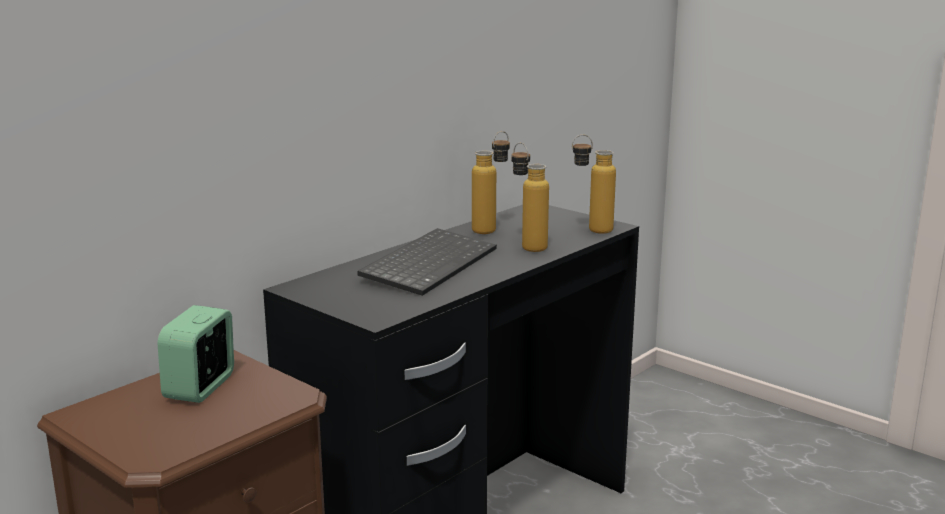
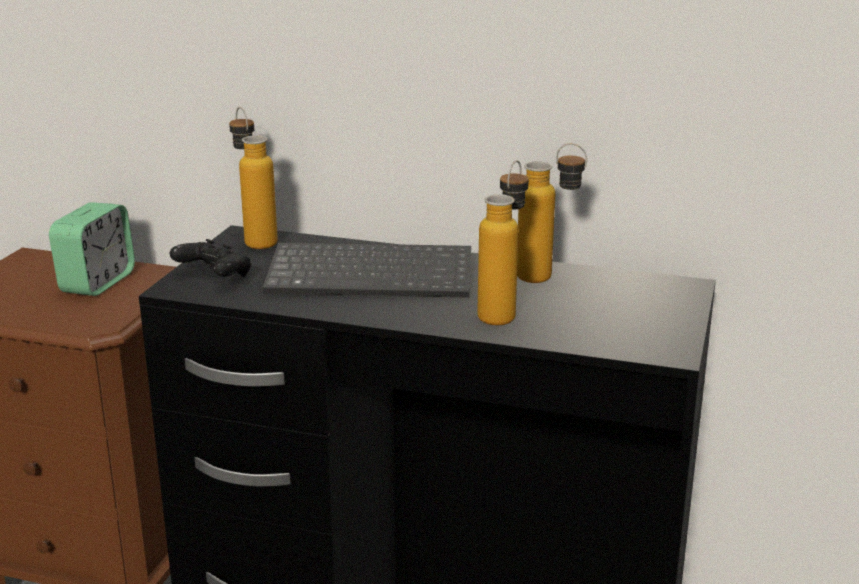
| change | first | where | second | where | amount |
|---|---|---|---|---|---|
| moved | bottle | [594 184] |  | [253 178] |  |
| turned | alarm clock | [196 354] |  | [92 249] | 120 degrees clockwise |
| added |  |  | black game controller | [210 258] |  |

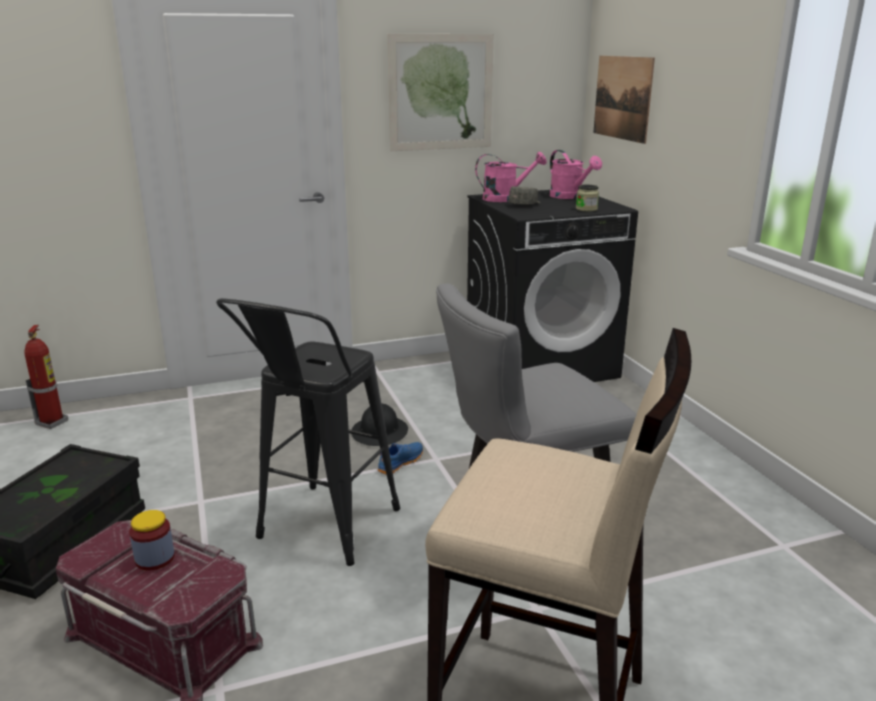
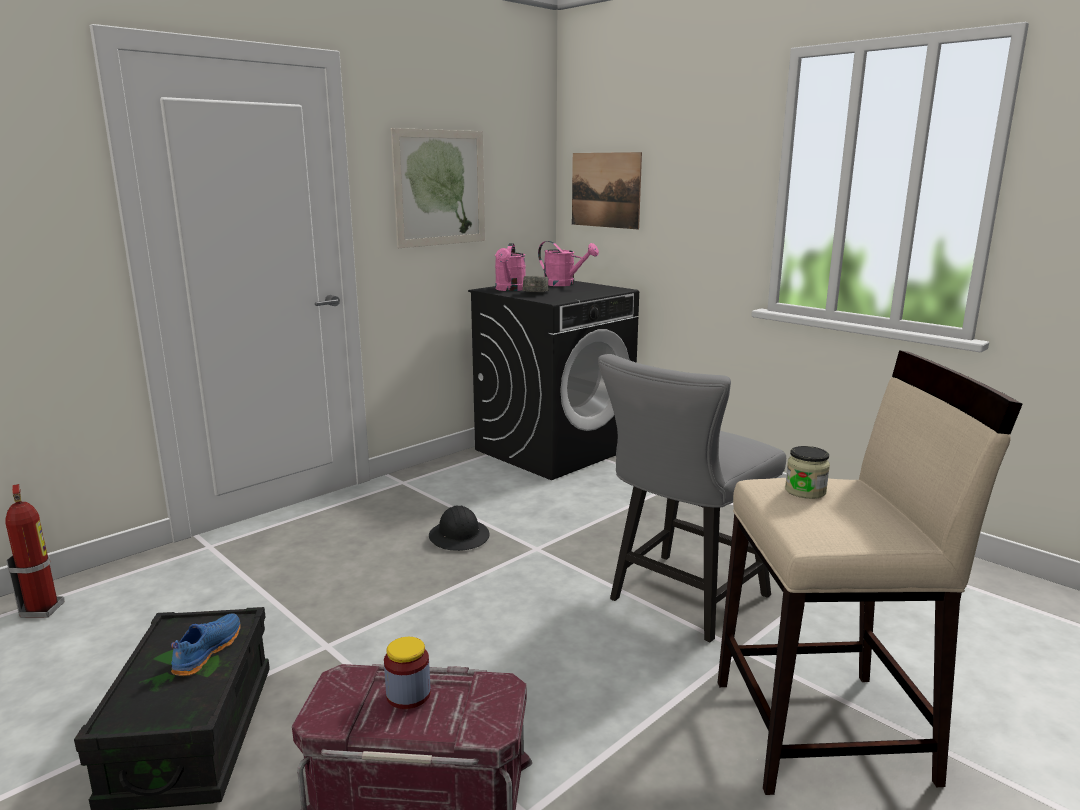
| change | first | where | second | where | amount |
|---|---|---|---|---|---|
| turned | pink watering can | [511 177] |  | [510 267] | 135 degrees clockwise |
| moved | jar | [587 198] |  | [807 472] |  |
| removed | black stool | [308 432] |  |  |  |
| moved | blue shoe | [400 458] |  | [205 644] |  |

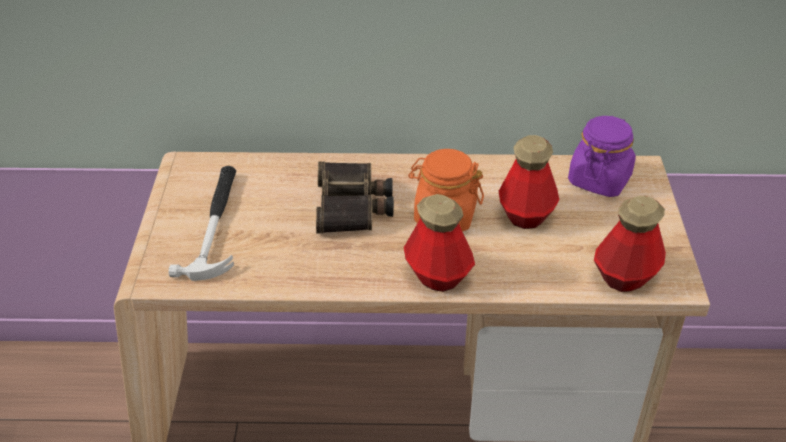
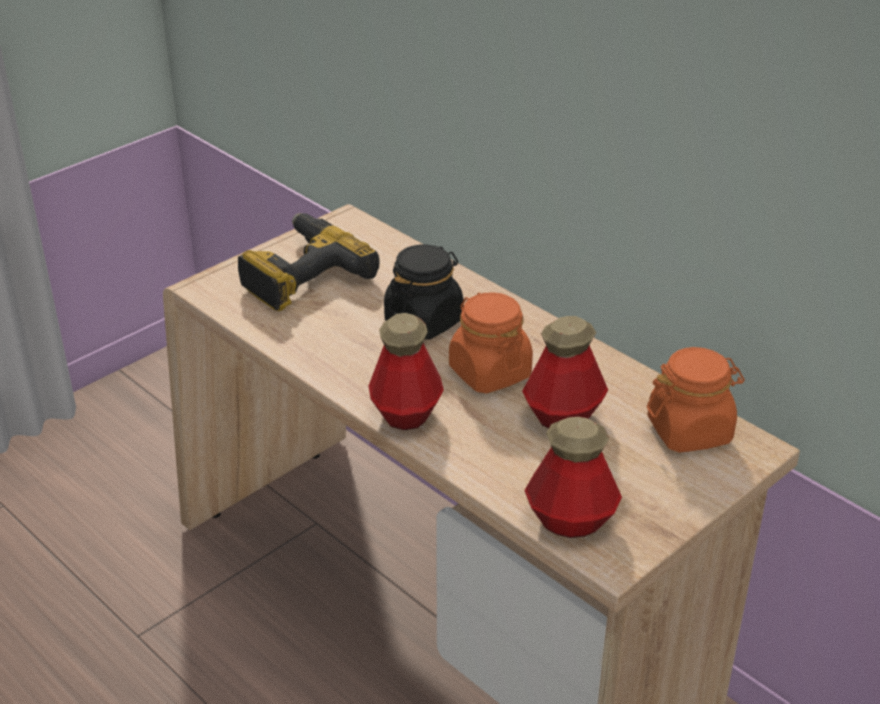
| change | first | where | second | where | amount |
|---|---|---|---|---|---|
| recoloured | purple jar | [602 156] | orange jar | [696 400] |  |
| replaced | binoculars | [355 197] | black jar | [424 292] |  |
| replaced | hammer | [202 223] | power drill | [309 262] |  |

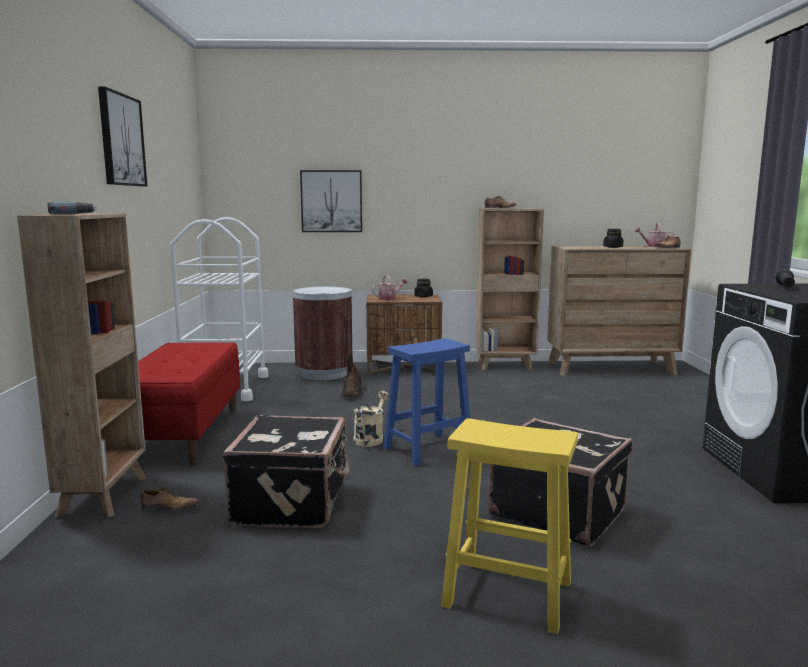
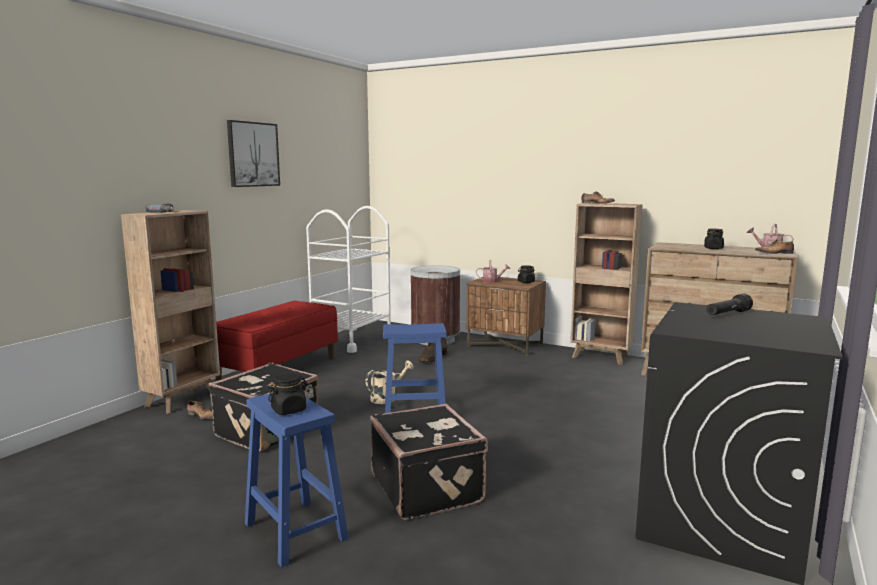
| change | first | where | second | where | amount |
|---|---|---|---|---|---|
| removed | picture | [331 201] |  |  |  |
| recoloured | yellow stool | [509 526] | blue stool | [297 480] |  |
| added |  |  | black jar | [288 394] |  |

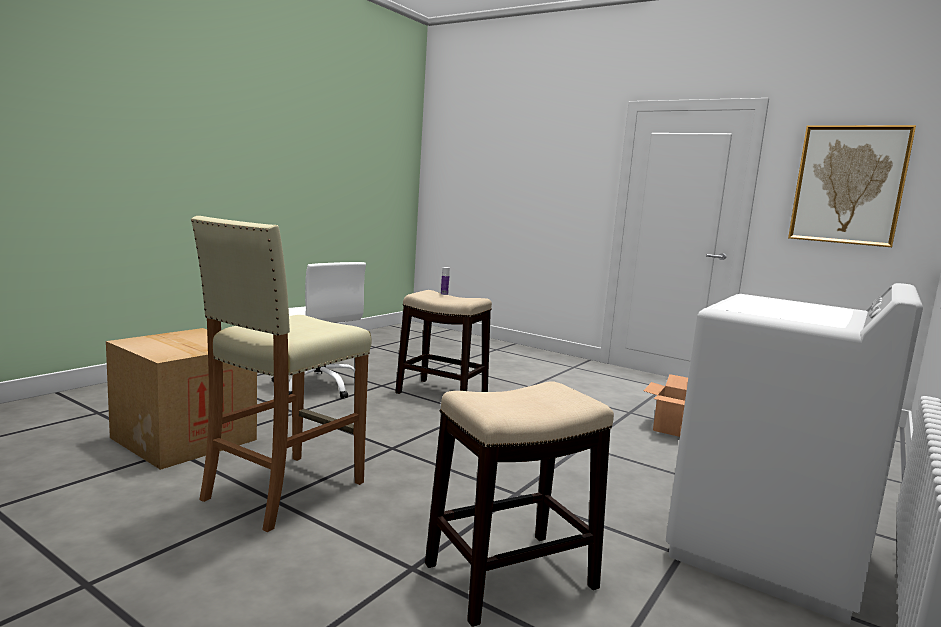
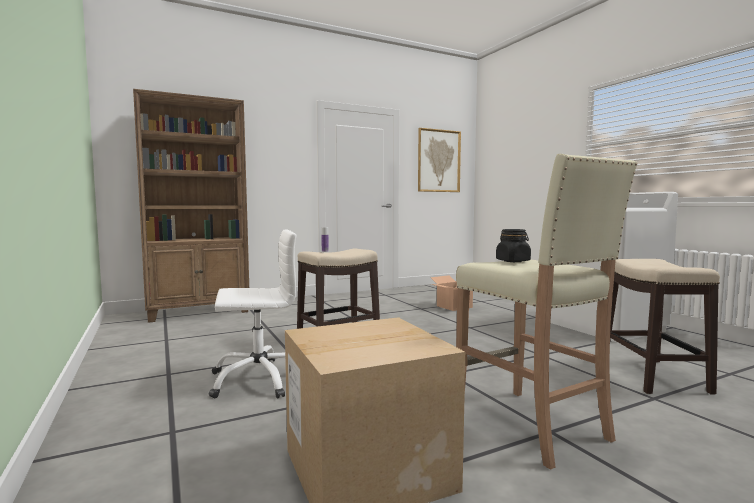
| change | first | where | second | where | amount |
|---|---|---|---|---|---|
| added |  |  | brown bookcase | [191 206] |  |
| added |  |  | black jar | [513 245] |  |

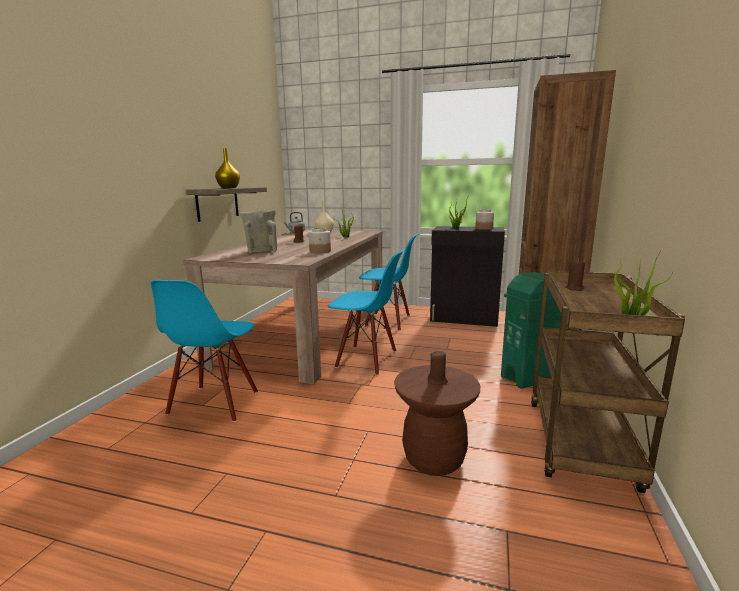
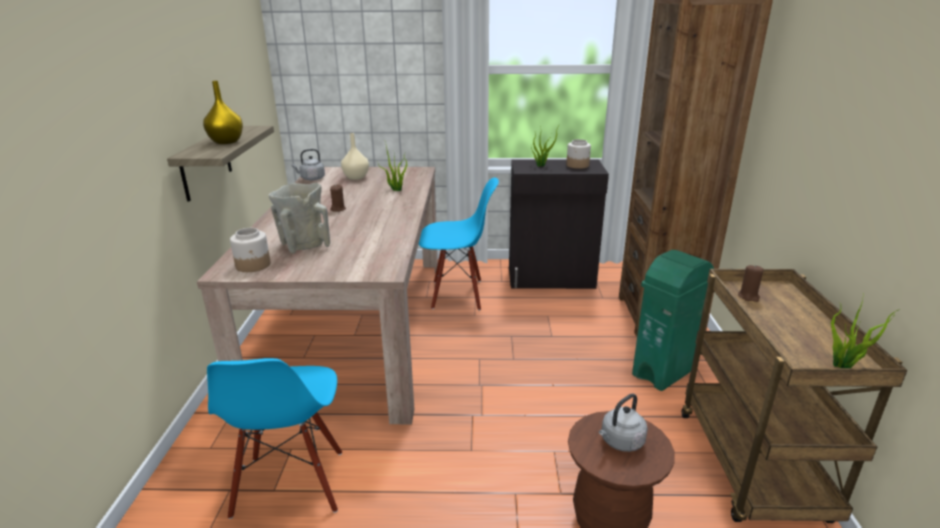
| change | first | where | second | where | amount |
|---|---|---|---|---|---|
| moved | jar | [320 240] |  | [250 250] |  |
| removed | blue chair | [366 312] |  |  |  |
| replaced | brown candle | [438 368] | grey kettle | [623 422] |  |

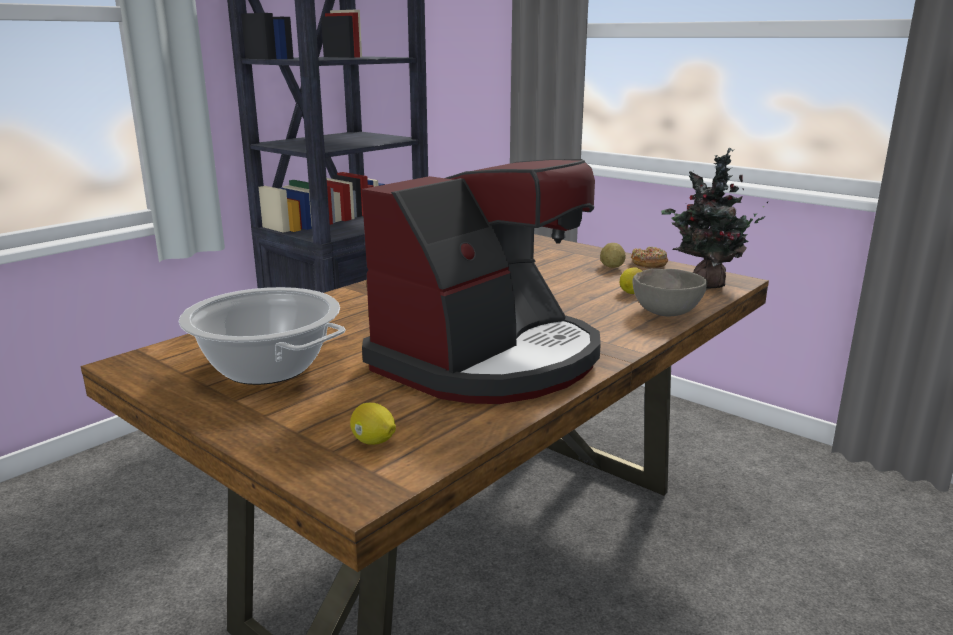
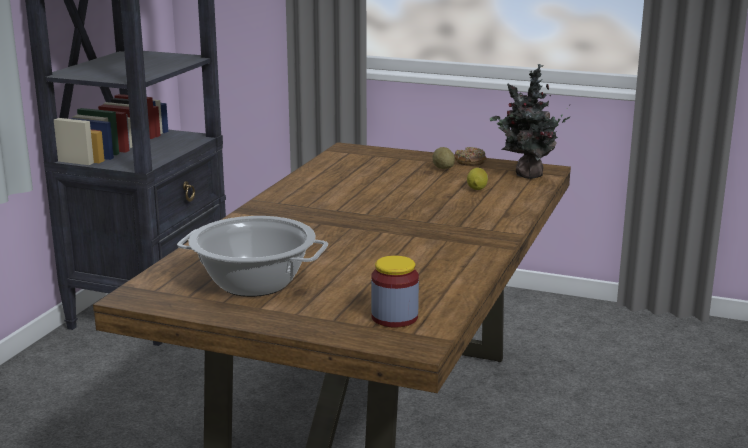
| change | first | where | second | where | amount |
|---|---|---|---|---|---|
| removed | coffee machine | [481 281] |  |  |  |
| removed | grey bowl | [669 292] |  |  |  |
| replaced | lemon | [373 424] | jar | [395 292] |  |

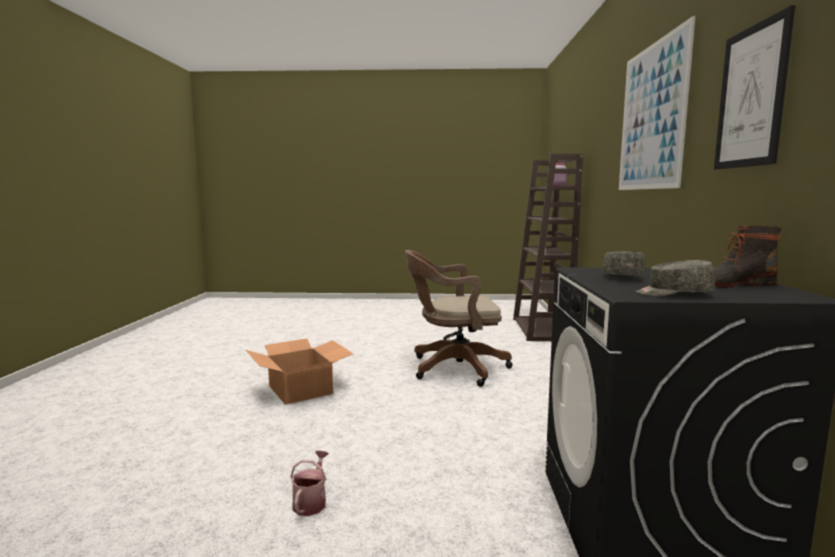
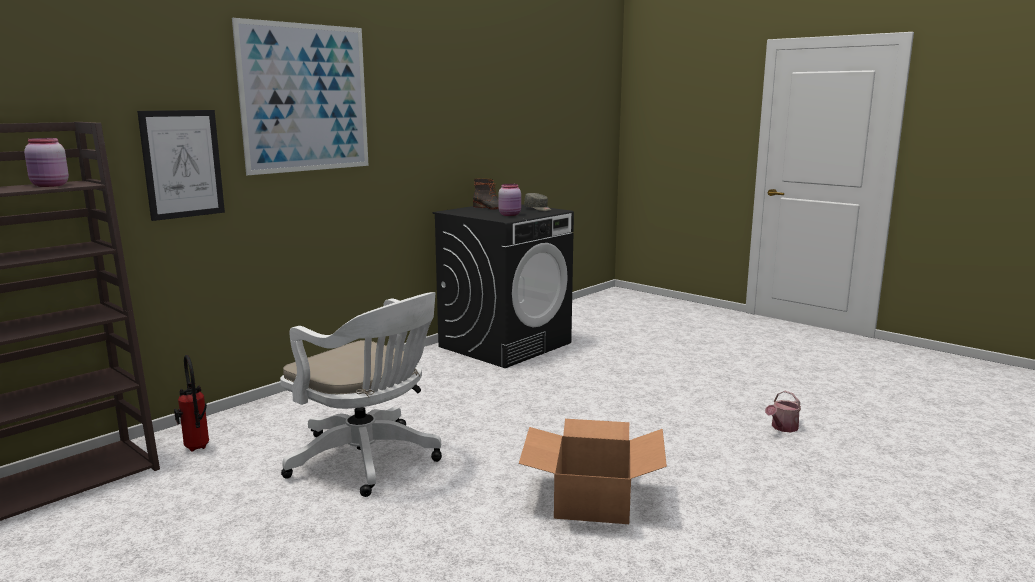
| change | first | where | second | where | amount |
|---|---|---|---|---|---|
| moved | picture | [754 87] |  | [181 165] |  |
| recoloured | brown office chair | [459 318] | white office chair | [361 394] |  |
| replaced | grey cap | [623 263] | pink jar | [509 200] |  |
| moved | watering can | [309 483] |  | [783 411] |  |
| added |  |  | fire extinguisher | [191 403] |  |

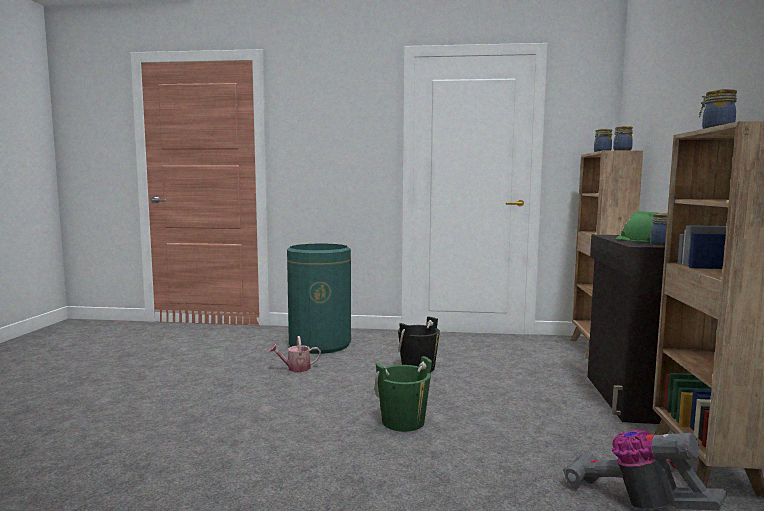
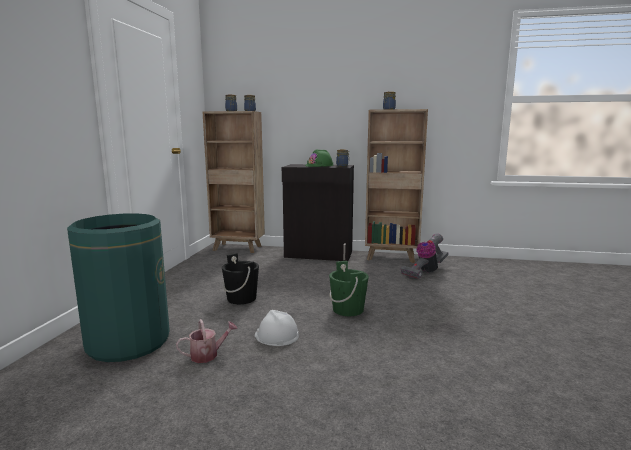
| change | first | where | second | where | amount |
|---|---|---|---|---|---|
| turned | watering can | [294 354] |  | [207 341] | 105 degrees counterclockwise |
| added |  |  | white hard hat | [277 328] |  |

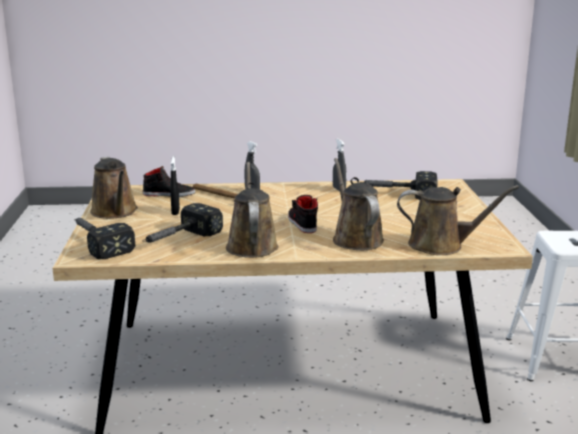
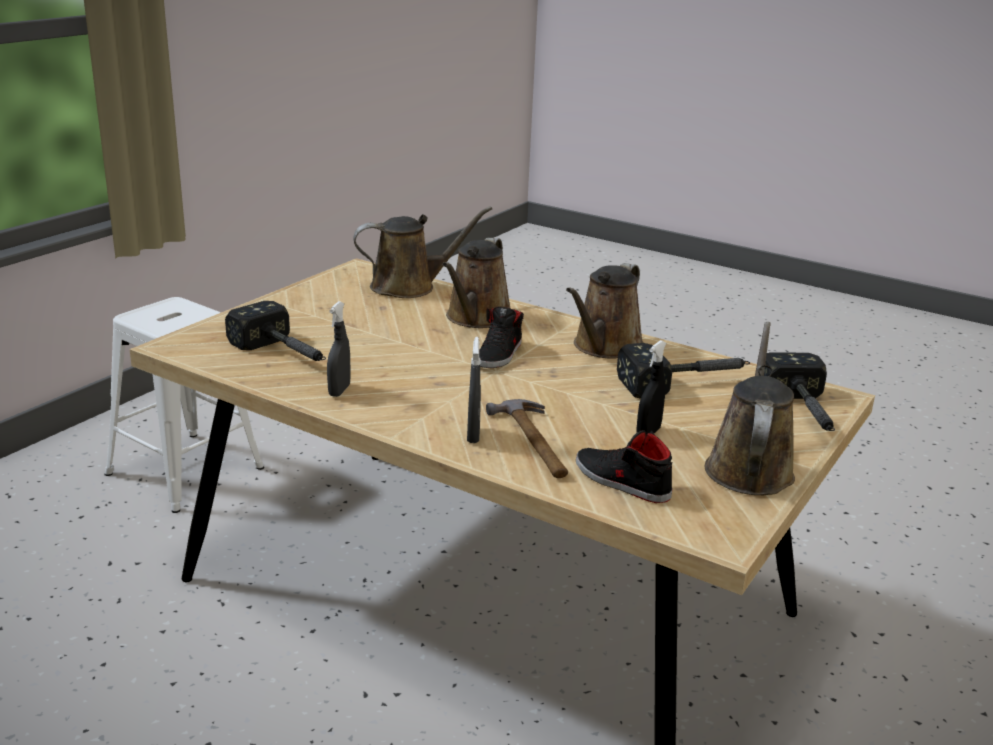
| change | first | where | second | where | amount |
|---|---|---|---|---|---|
| turned | brown watering can | [458 220] |  | [422 252] | 120 degrees clockwise |

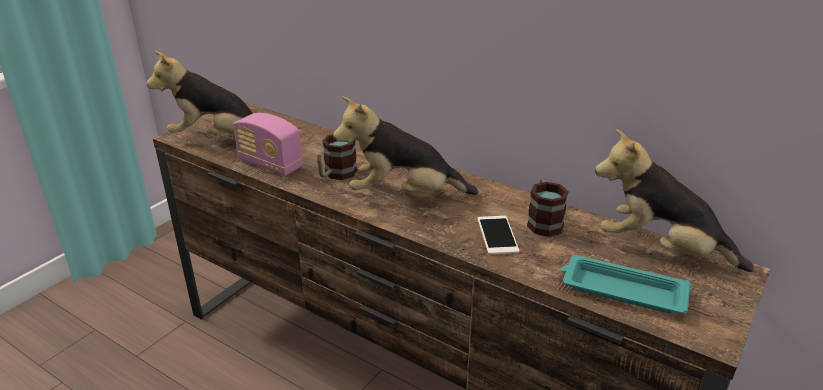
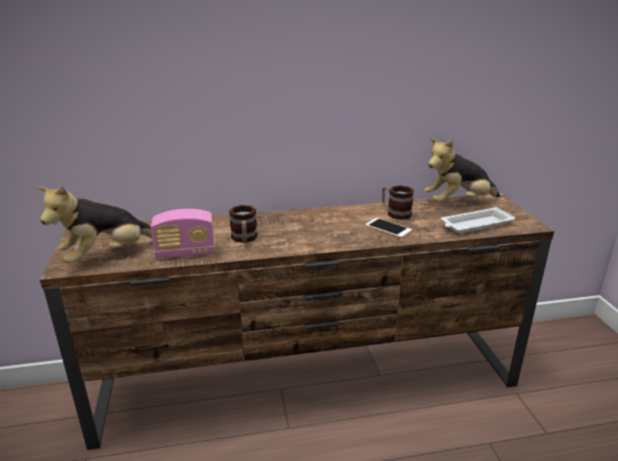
| change | first | where | second | where | amount |
|---|---|---|---|---|---|
| removed | plush toy | [405 145] |  |  |  |
| recoloured | turquoise tray | [625 284] | white tray | [478 220] |  |

